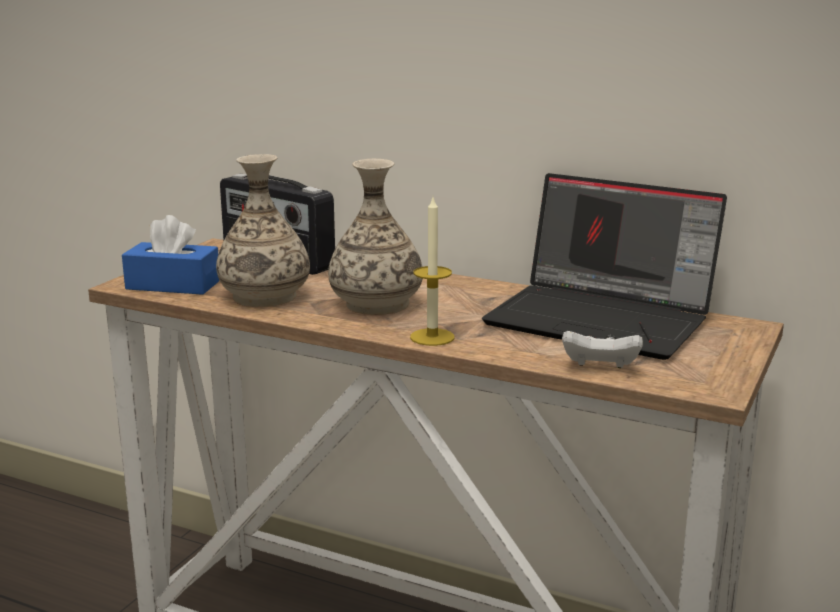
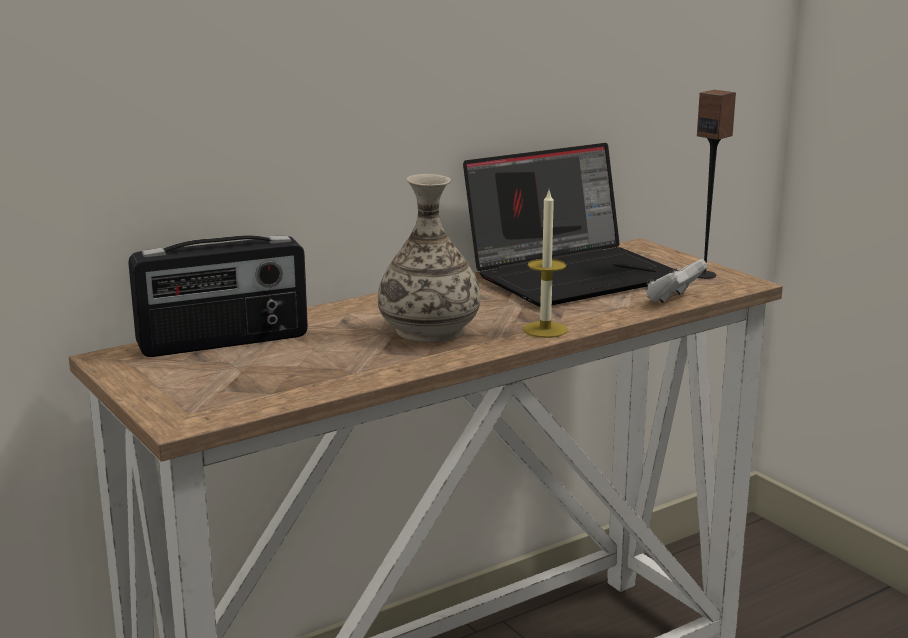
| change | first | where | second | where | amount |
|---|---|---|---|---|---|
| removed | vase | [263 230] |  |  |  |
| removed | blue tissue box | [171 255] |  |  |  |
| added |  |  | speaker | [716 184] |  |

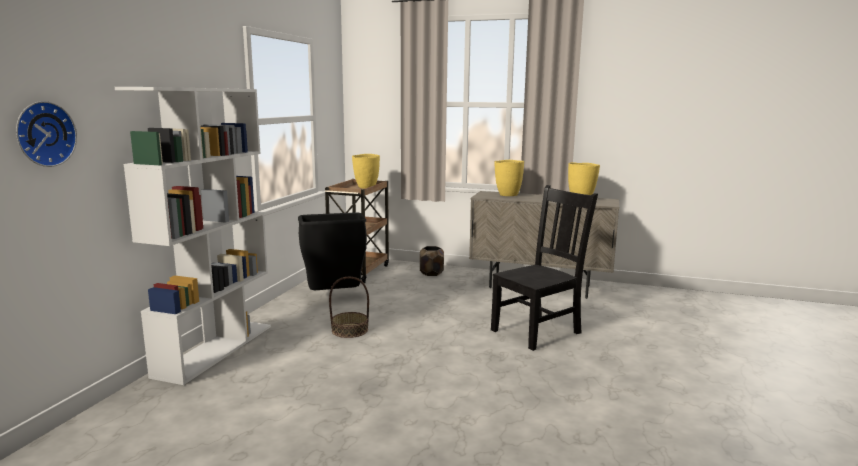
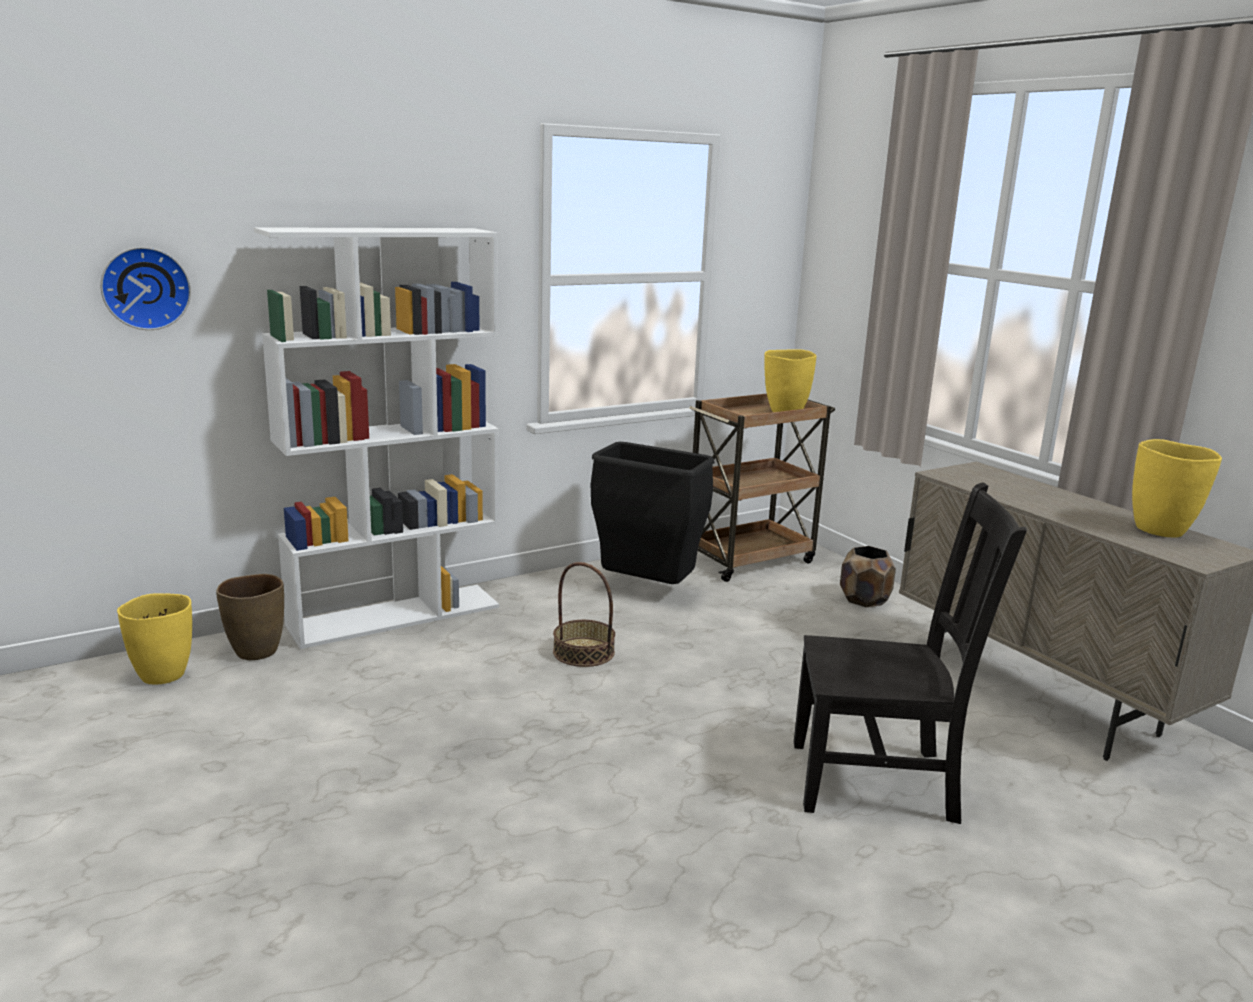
| change | first | where | second | where | amount |
|---|---|---|---|---|---|
| moved | yellow vase | [509 178] |  | [154 639] |  |
| added |  |  | brown vase | [250 617] |  |

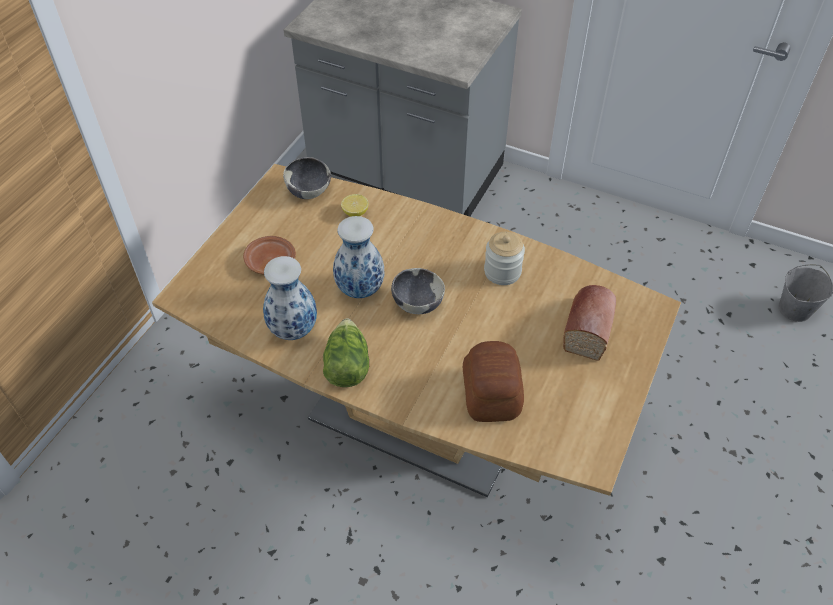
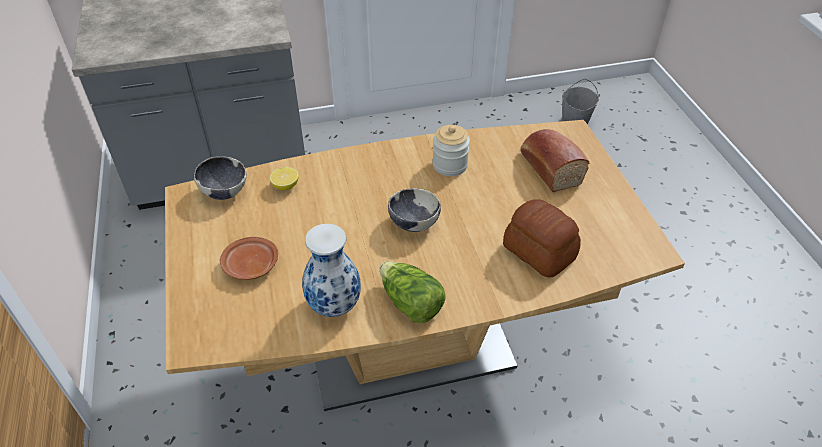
| change | first | where | second | where | amount |
|---|---|---|---|---|---|
| removed | vase | [358 257] |  |  |  |

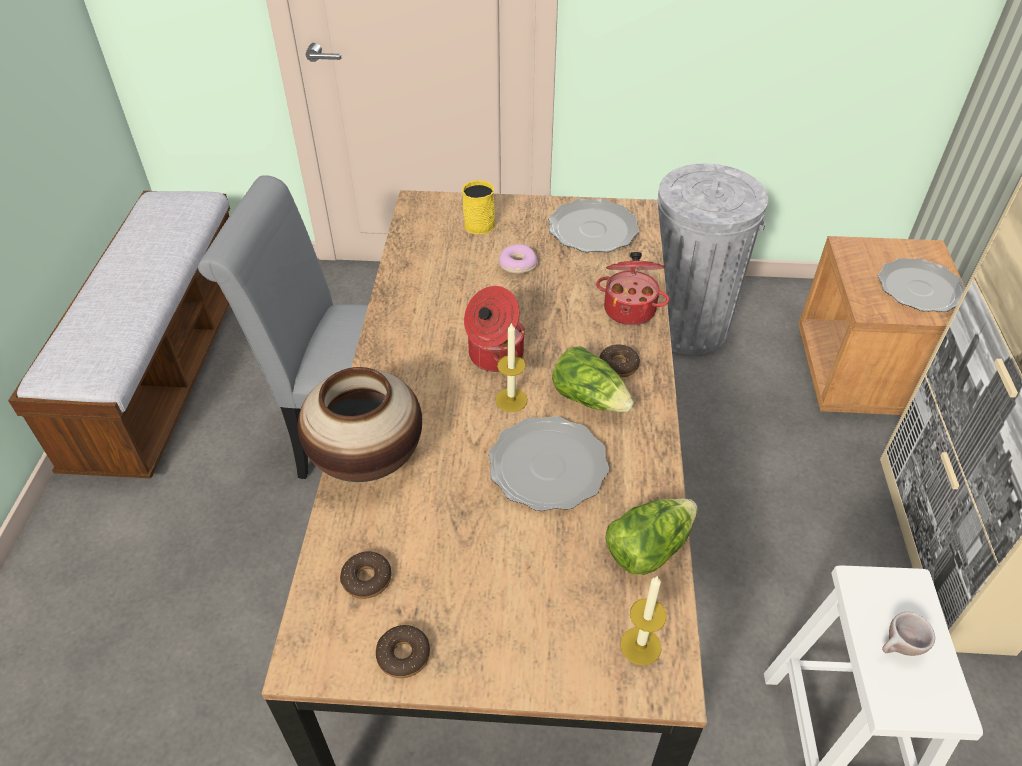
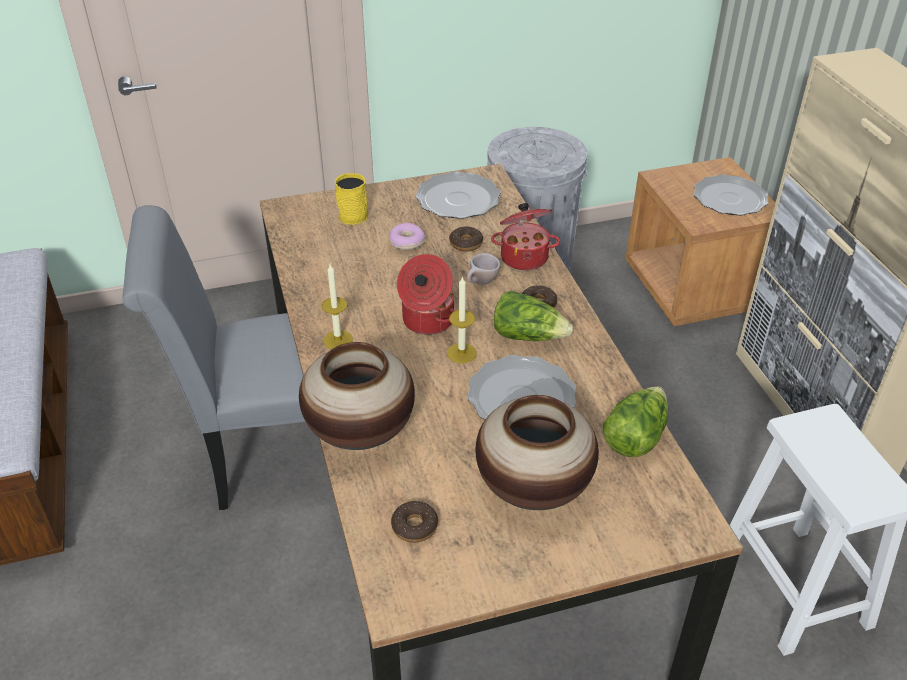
| change | first | where | second | where | amount |
|---|---|---|---|---|---|
| moved | candle | [643 620] |  | [337 306] |  |
| moved | beige cup | [908 634] |  | [484 269] |  |
| moved | donut | [403 651] |  | [466 239] |  |
| added |  |  | vase | [537 452] |  |

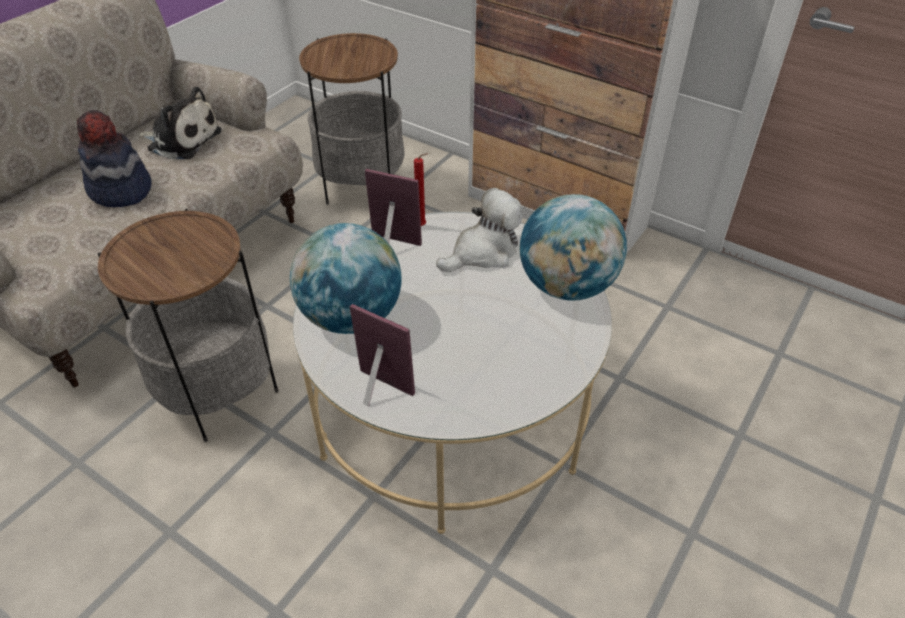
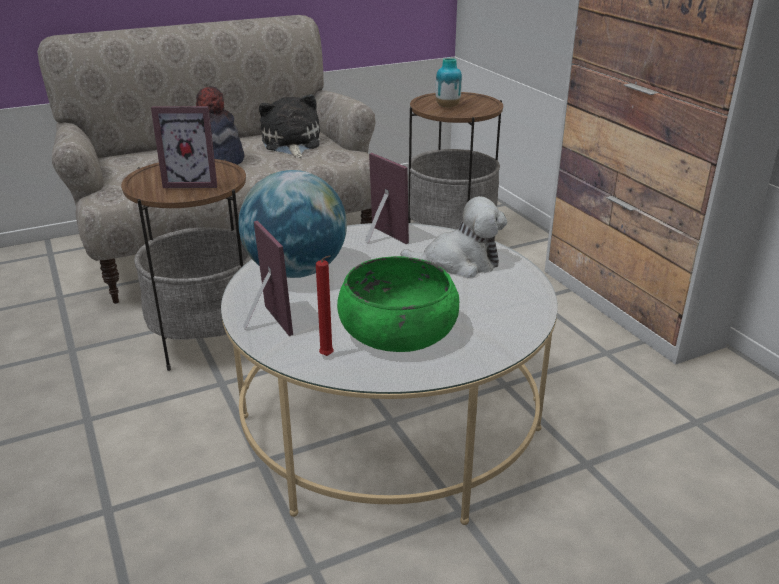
| change | first | where | second | where | amount |
|---|---|---|---|---|---|
| turned | plush toy | [179 123] |  | [289 126] | 150 degrees counterclockwise |
| moved | red candle | [421 189] |  | [325 305] |  |
| removed | globe | [573 247] |  |  |  |
| added |  |  | vase | [449 82] |  |
| added |  |  | picture frame | [184 147] |  |
| added |  |  | green bowl | [398 304] |  |

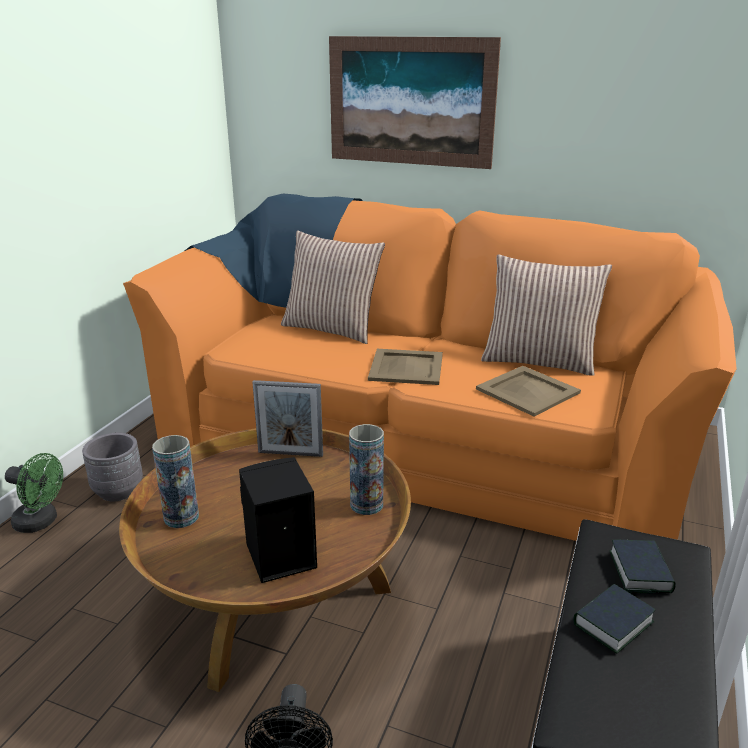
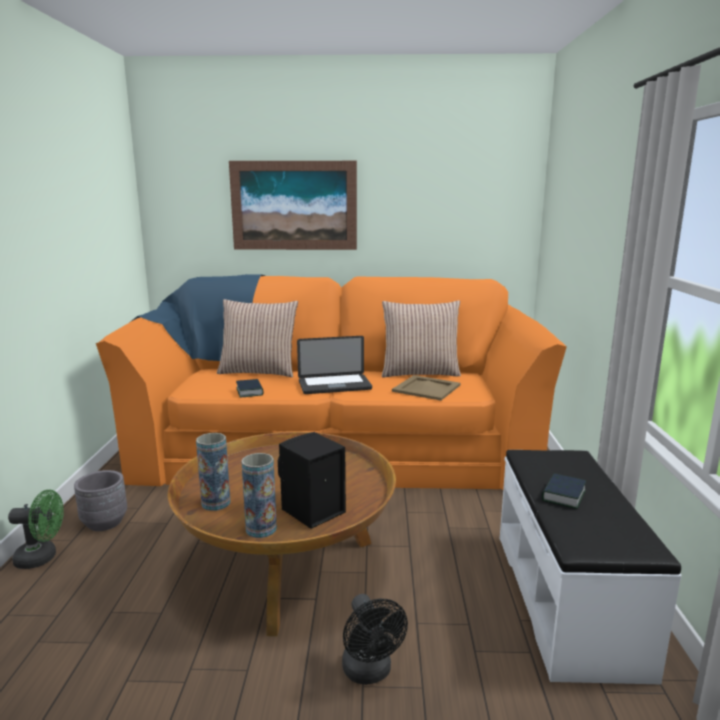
| change | first | where | second | where | amount |
|---|---|---|---|---|---|
| replaced | beige tray | [405 367] | laptop | [334 365] |  |
| removed | picture frame | [287 418] |  |  |  |
| moved | vase | [366 469] |  | [259 495] |  |
| moved | book | [643 566] |  | [250 388] |  |

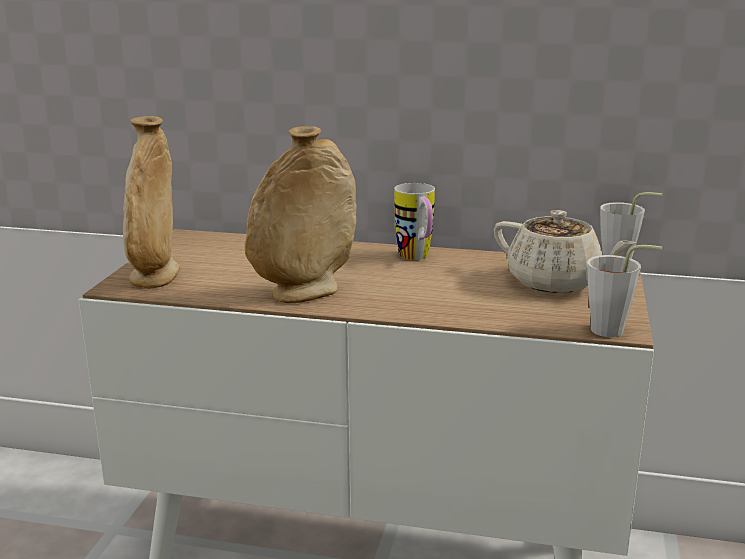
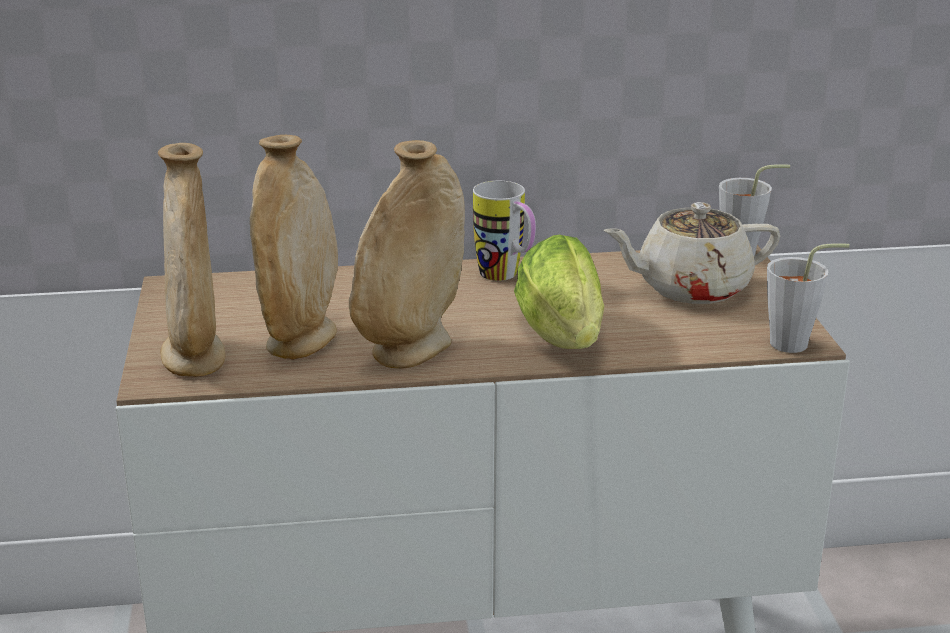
| change | first | where | second | where | amount |
|---|---|---|---|---|---|
| turned | beige teapot | [565 251] |  | [691 253] | 150 degrees clockwise |
| added |  |  | beige vase | [294 247] |  |
| added |  |  | lettuce | [559 292] |  |

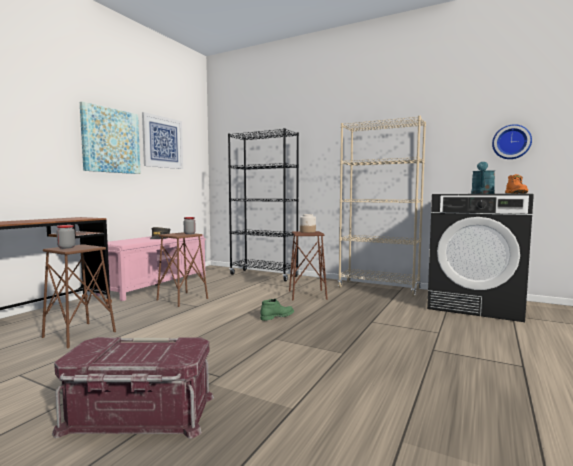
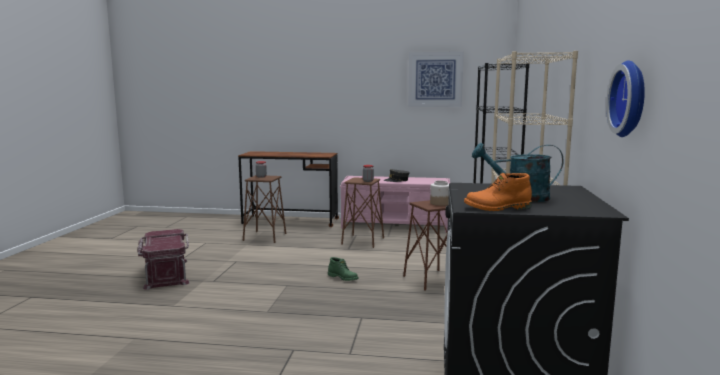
| change | first | where | second | where | amount |
|---|---|---|---|---|---|
| removed | picture | [110 138] |  |  |  |

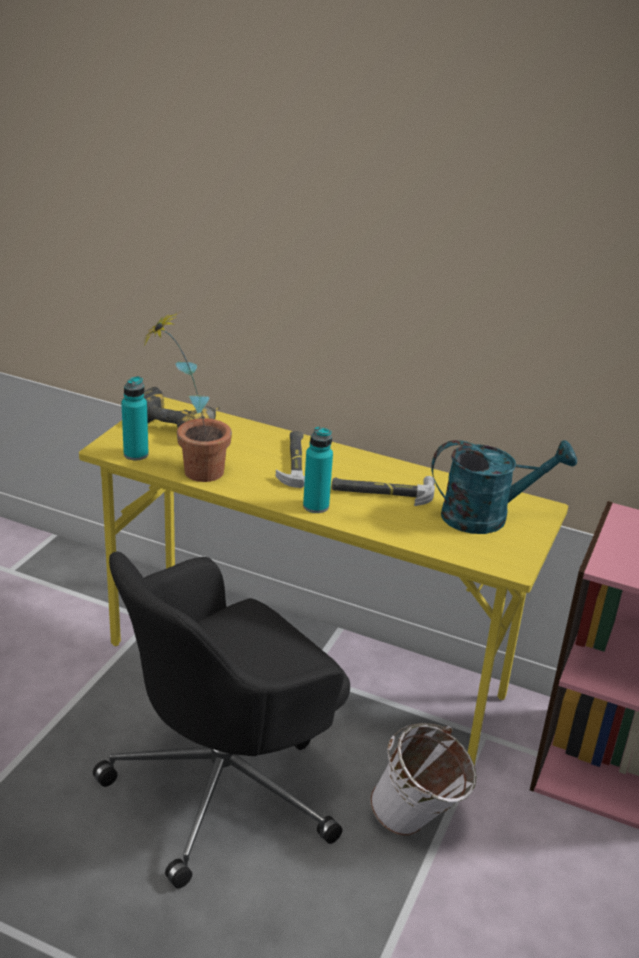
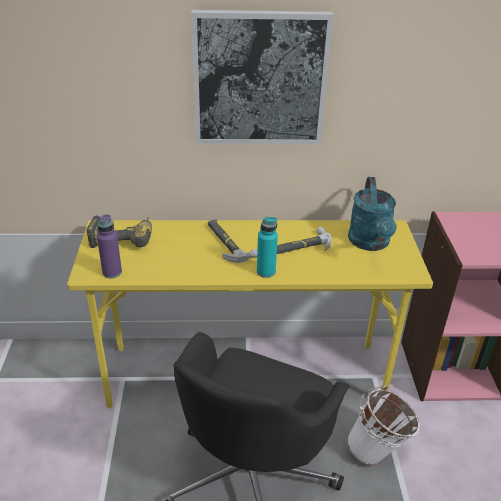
| change | first | where | second | where | amount |
|---|---|---|---|---|---|
| removed | potted plant | [187 396] |  |  |  |
| recoloured | turquoise bottle | [135 418] | purple bottle | [109 246] |  |
| turned | turquoise watering can | [504 487] |  | [372 214] | 120 degrees clockwise |
| added |  |  | picture | [262 77] |  |

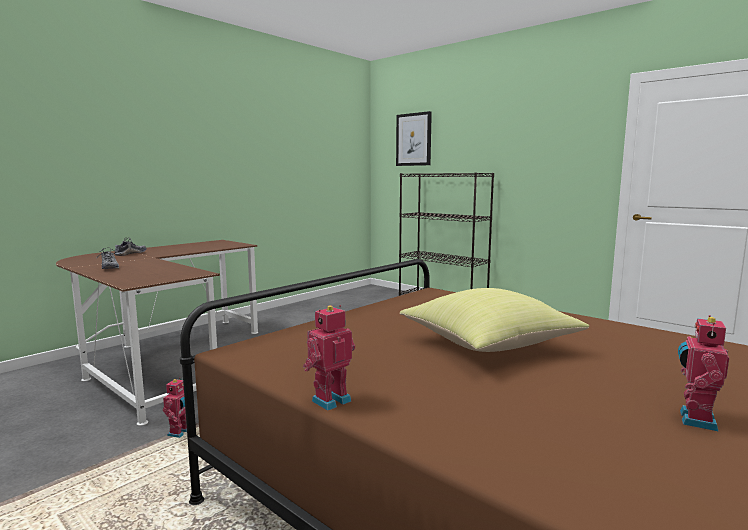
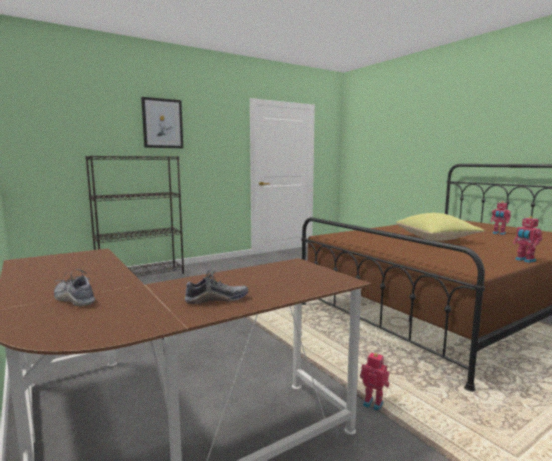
| change | first | where | second | where | amount |
|---|---|---|---|---|---|
| moved | picture | [414 138] |  | [162 122] |  |

